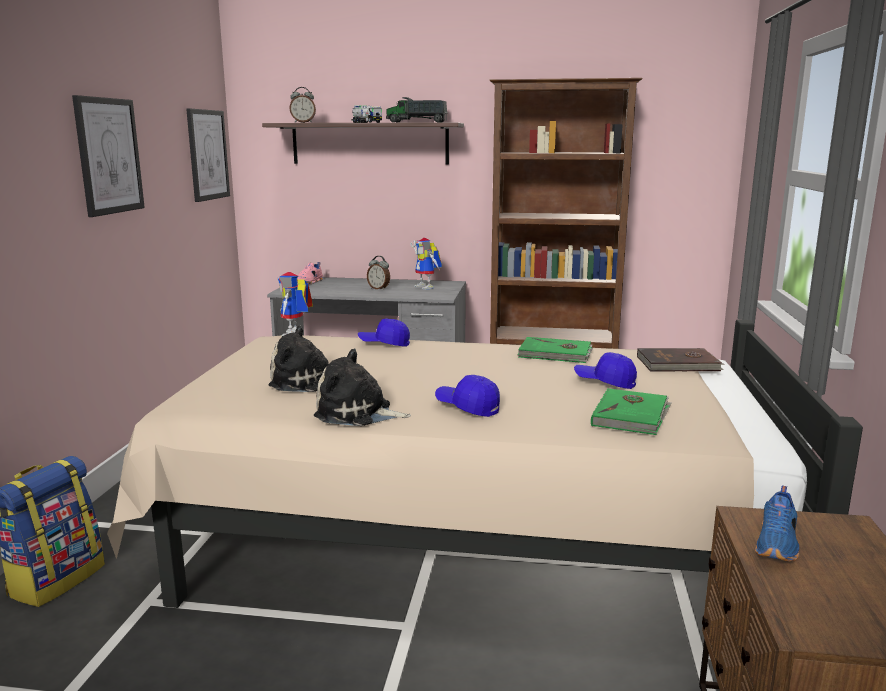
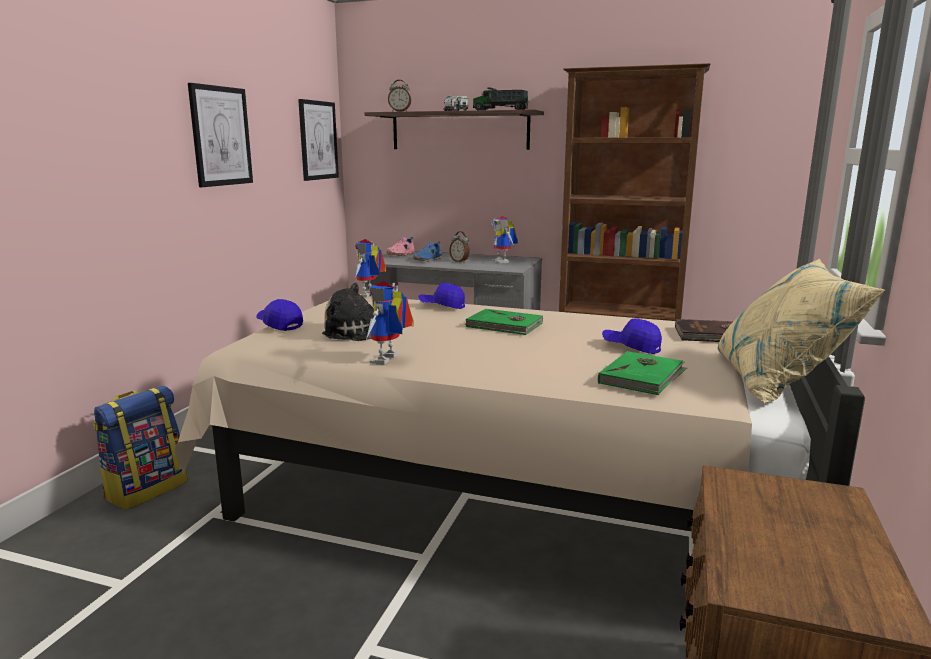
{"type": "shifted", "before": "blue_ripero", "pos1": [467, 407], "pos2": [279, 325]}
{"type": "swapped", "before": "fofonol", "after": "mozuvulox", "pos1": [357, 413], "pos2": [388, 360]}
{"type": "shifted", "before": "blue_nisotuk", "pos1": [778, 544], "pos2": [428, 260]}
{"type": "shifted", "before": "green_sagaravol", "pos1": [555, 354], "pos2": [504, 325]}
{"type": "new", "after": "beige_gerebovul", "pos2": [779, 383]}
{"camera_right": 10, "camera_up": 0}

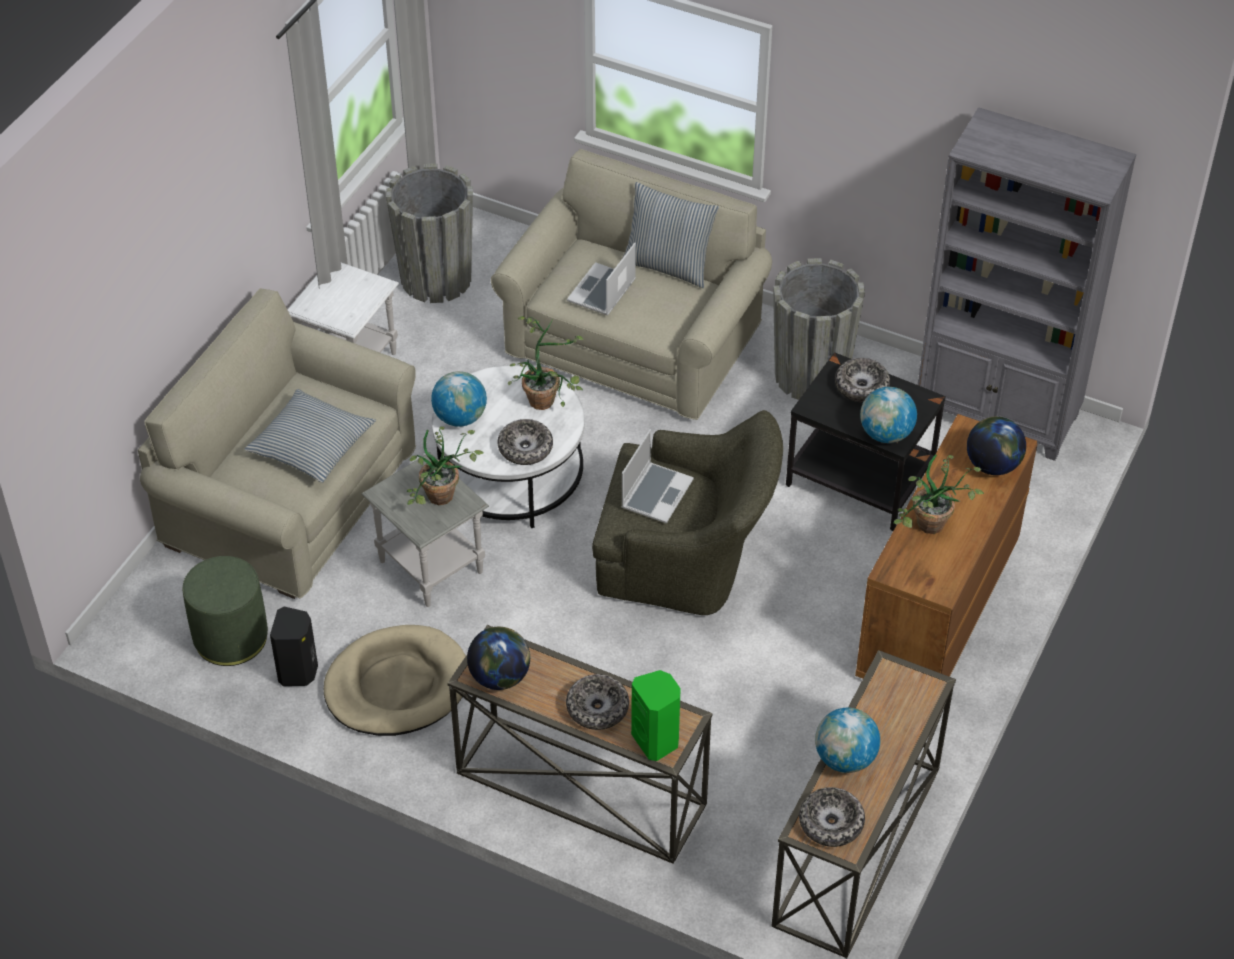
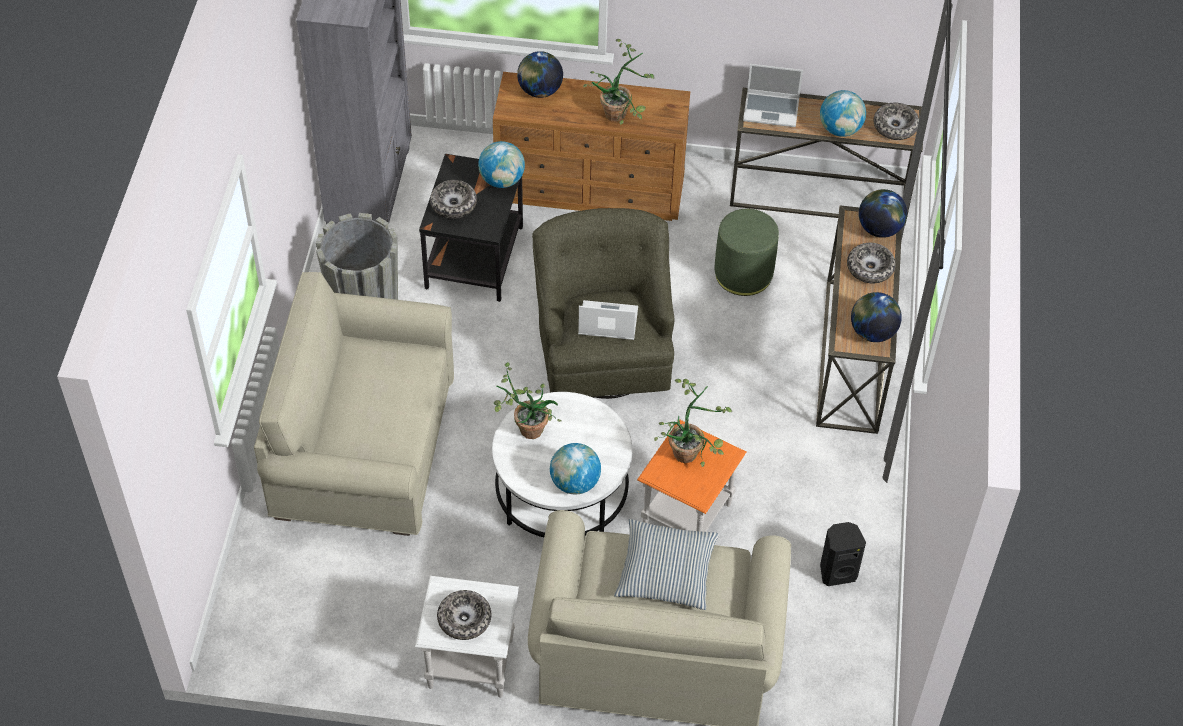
{"type": "shifted", "before": "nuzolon", "pos1": [525, 448], "pos2": [464, 619]}
{"type": "repainted", "before": "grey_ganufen", "after": "orange_ganufen", "pos1": [432, 567], "pos2": [687, 515]}
{"type": "shifted", "before": "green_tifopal", "pos1": [231, 637], "pos2": [743, 273]}
{"type": "shifted", "before": "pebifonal", "pos1": [602, 292], "pos2": [772, 110]}
{"type": "swapped", "before": "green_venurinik", "after": "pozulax", "pos1": [657, 740], "pos2": [879, 228]}
{"type": "gone", "before": "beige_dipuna", "pos1": [397, 685]}
{"type": "gone", "before": "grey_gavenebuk", "pos1": [436, 279]}
{"type": "gone", "before": "gerebovul", "pos1": [668, 266]}
{"camera_right": -110, "camera_up": 5}

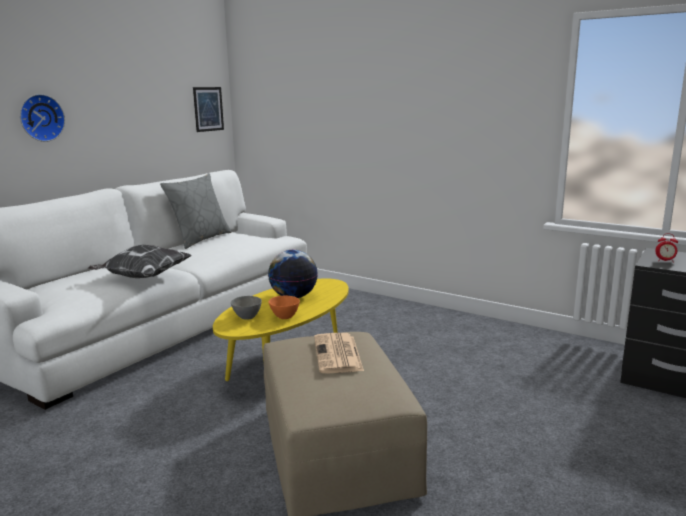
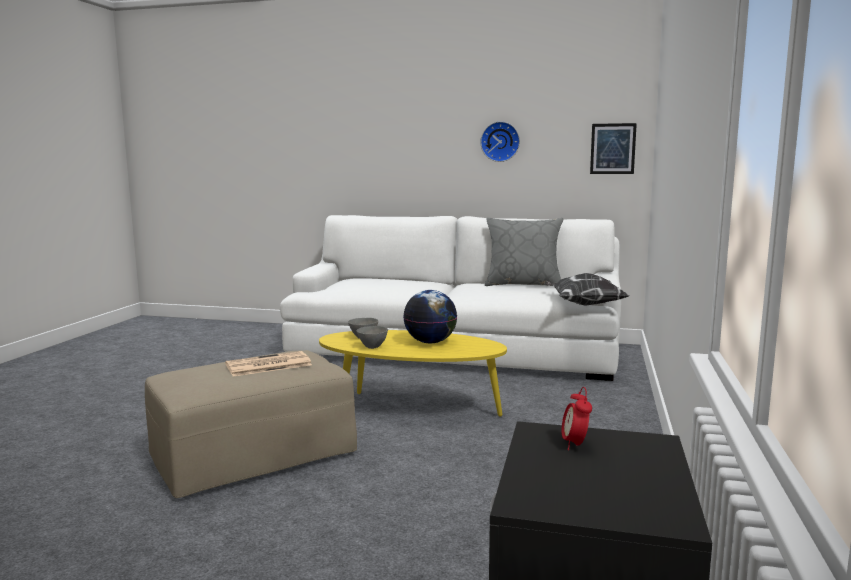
{"type": "repainted", "before": "orange_nuzolon", "after": "grey_nuzolon", "pos1": [284, 317], "pos2": [372, 347]}
{"type": "shifted", "before": "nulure", "pos1": [40, 118], "pos2": [500, 141]}
{"type": "shifted", "before": "gerebovul", "pos1": [142, 277], "pos2": [584, 305]}
{"camera_right": 70, "camera_up": -5}

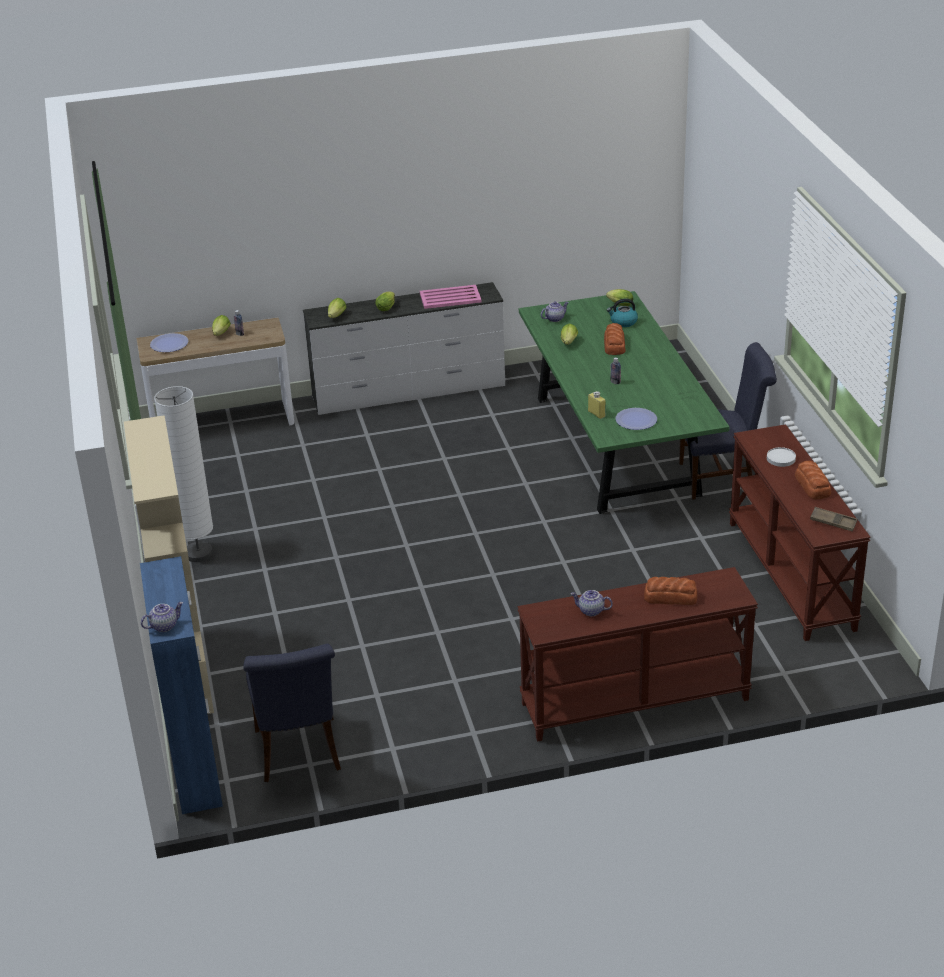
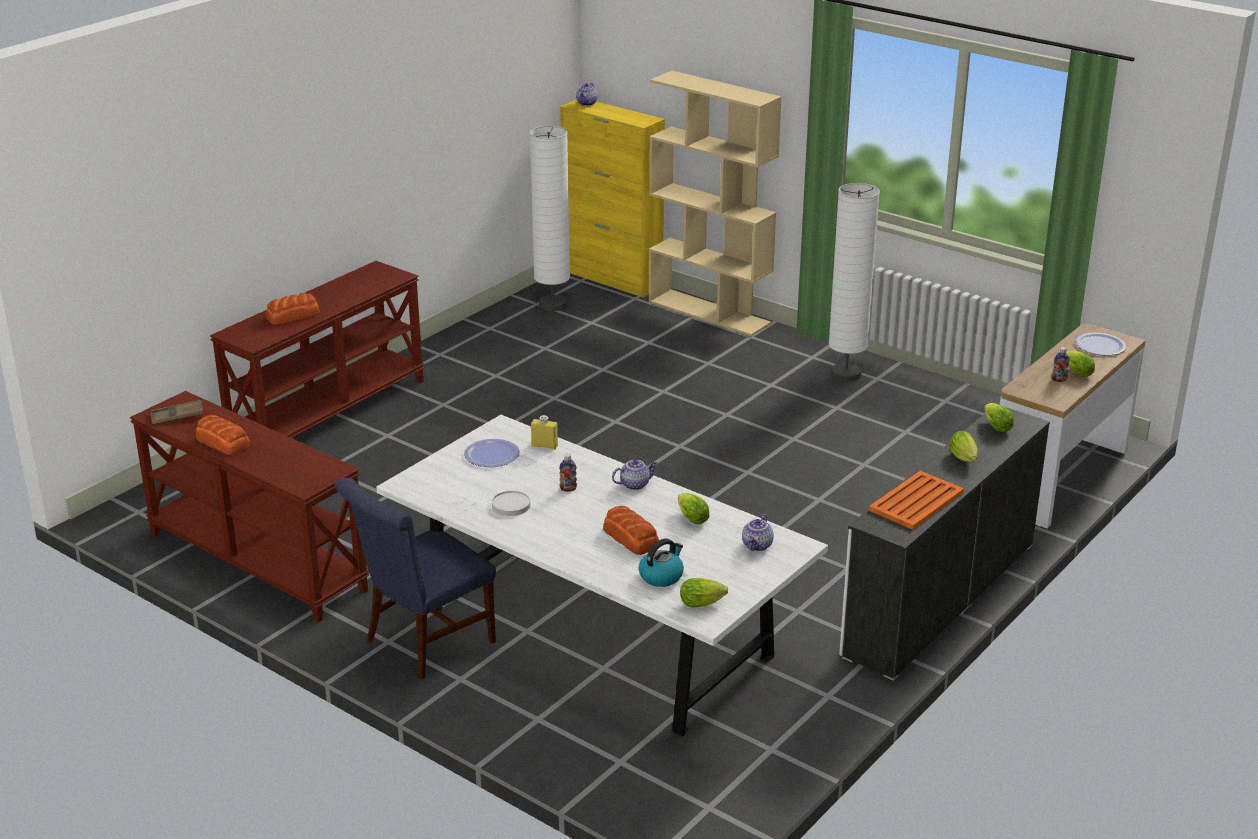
{"type": "repainted", "before": "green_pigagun", "after": "white_pigagun", "pos1": [616, 445], "pos2": [597, 632]}
{"type": "shifted", "before": "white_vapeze", "pos1": [780, 458], "pos2": [511, 505]}
{"type": "swapped", "before": "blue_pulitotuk", "after": "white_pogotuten", "pos1": [299, 754], "pos2": [552, 305]}
{"type": "repainted", "before": "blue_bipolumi", "after": "yellow_bipolumi", "pos1": [196, 766], "pos2": [613, 279]}
{"type": "shifted", "before": "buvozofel", "pos1": [591, 611], "pos2": [635, 484]}
{"type": "repainted", "before": "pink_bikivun", "after": "orange_bikivun", "pos1": [451, 298], "pos2": [915, 501]}
{"camera_right": 140, "camera_up": -5}

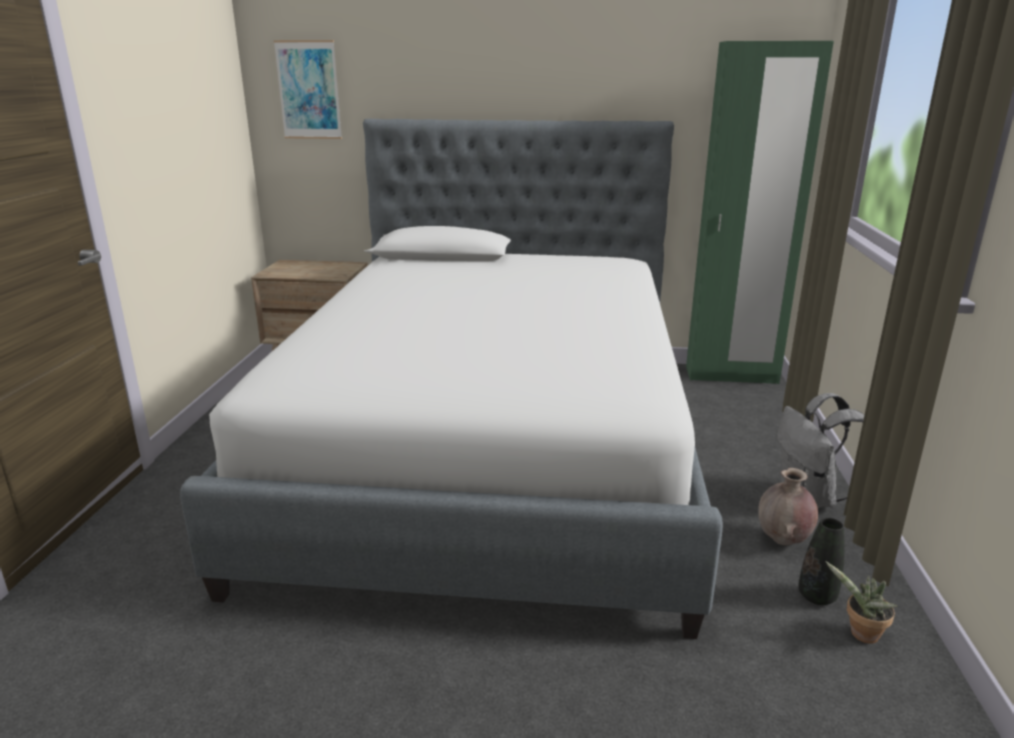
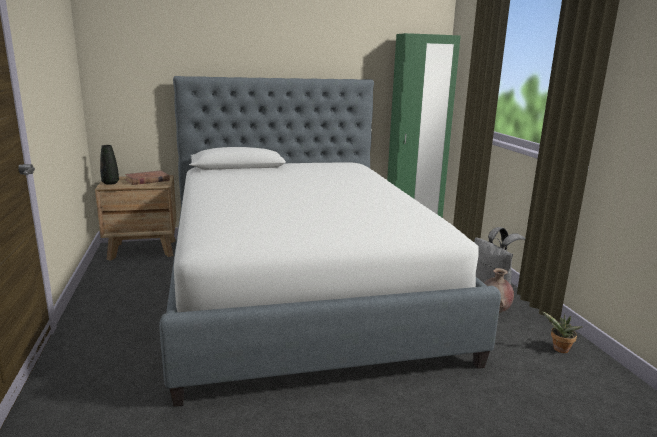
{"type": "shifted", "before": "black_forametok", "pos1": [816, 596], "pos2": [110, 183]}
{"type": "new", "after": "brown_sagaravol", "pos2": [147, 180]}
{"type": "gone", "before": "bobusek", "pos1": [309, 90]}
{"camera_right": -20, "camera_up": -5}

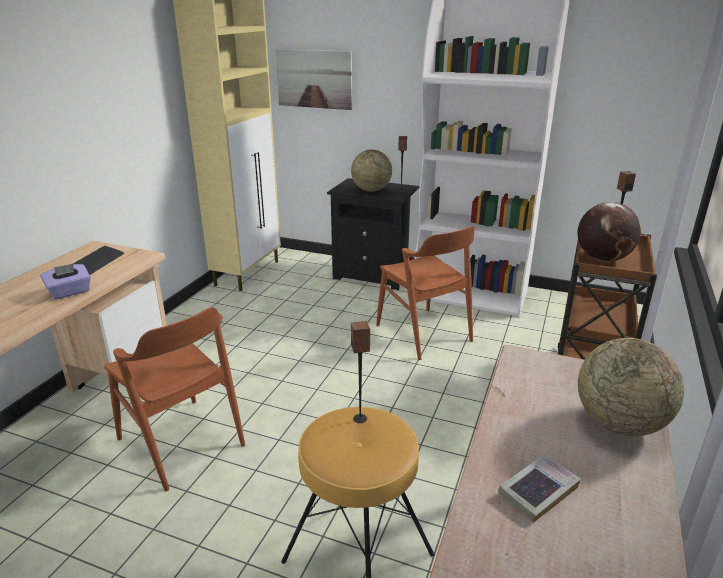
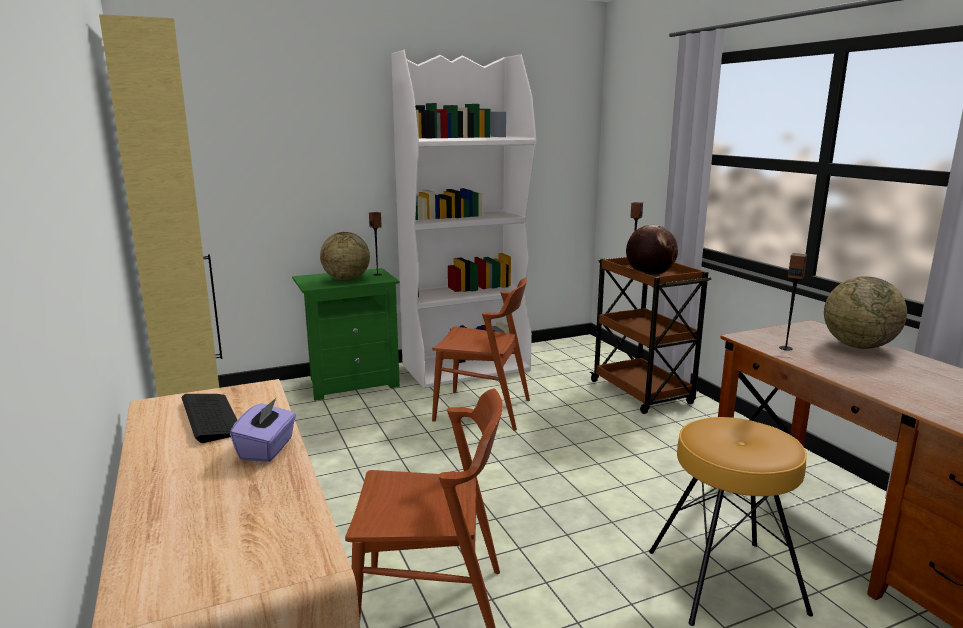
{"type": "repainted", "before": "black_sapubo", "after": "green_sapubo", "pos1": [373, 274], "pos2": [352, 383]}
{"type": "shifted", "before": "venurinik", "pos1": [360, 418], "pos2": [785, 348]}
{"type": "gone", "before": "bobusek", "pos1": [314, 79]}
{"type": "gone", "before": "sagaravol", "pos1": [538, 491]}
{"camera_right": -45, "camera_up": -10}

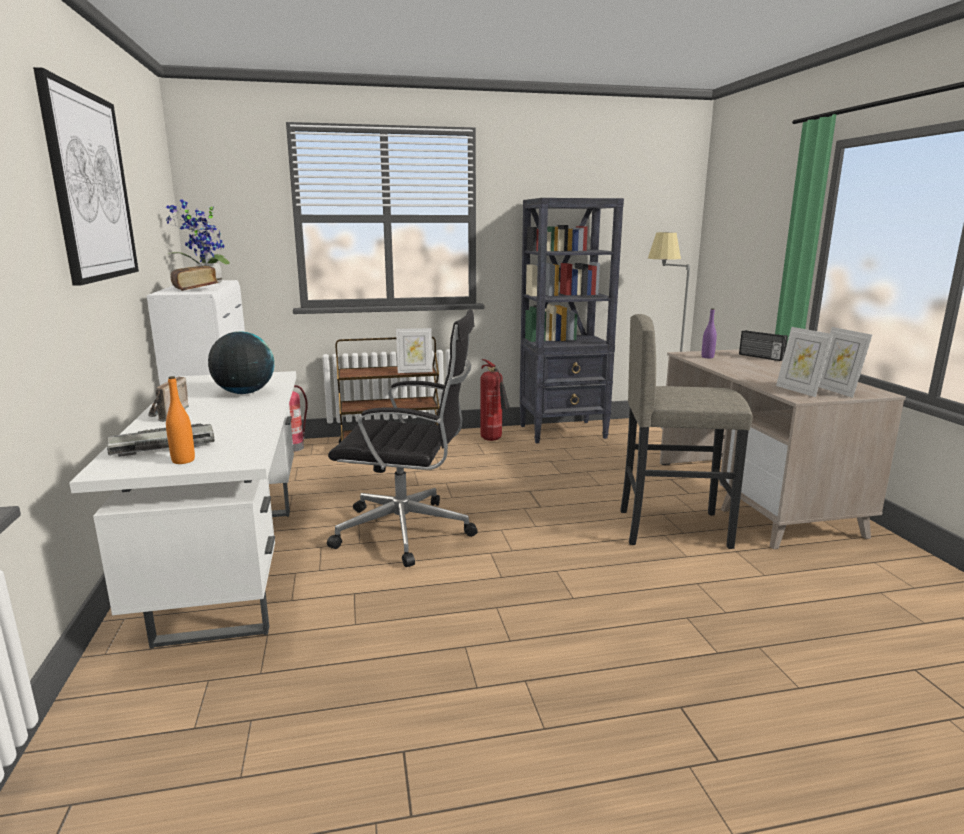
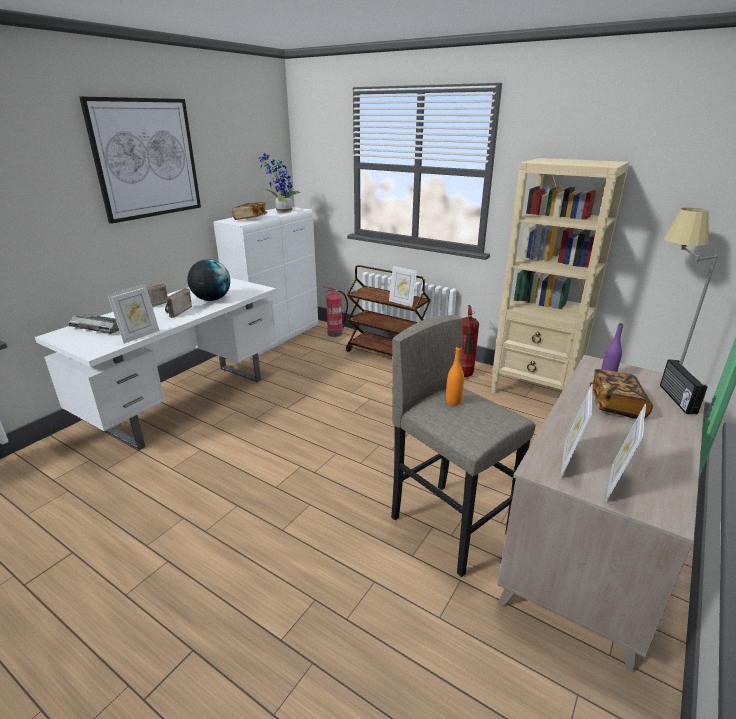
{"type": "new", "after": "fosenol", "pos2": [139, 336]}
{"type": "new", "after": "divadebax", "pos2": [176, 312]}
{"type": "shifted", "before": "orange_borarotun", "pos1": [183, 460], "pos2": [453, 401]}
{"type": "repainted", "before": "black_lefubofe", "after": "beige_lefubofe", "pos1": [563, 432], "pos2": [535, 391]}
{"type": "new", "after": "sagaravol", "pos2": [616, 405]}
{"type": "gone", "before": "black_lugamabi", "pos1": [408, 532]}
{"camera_right": 45, "camera_up": 10}

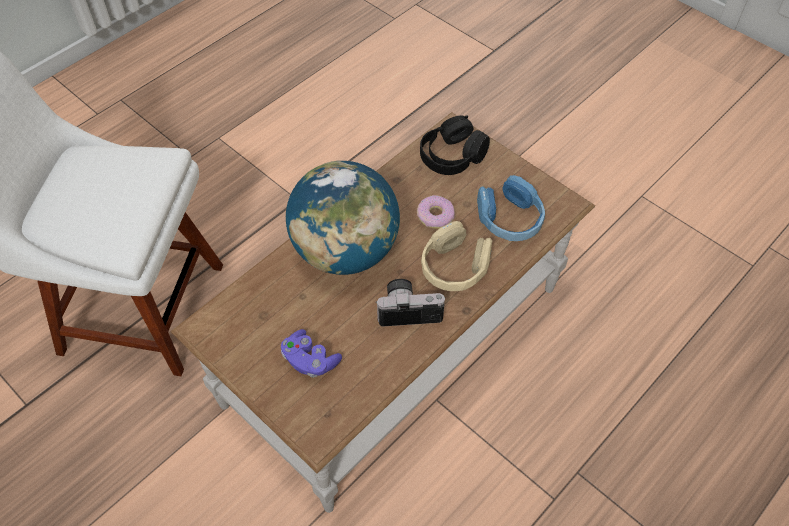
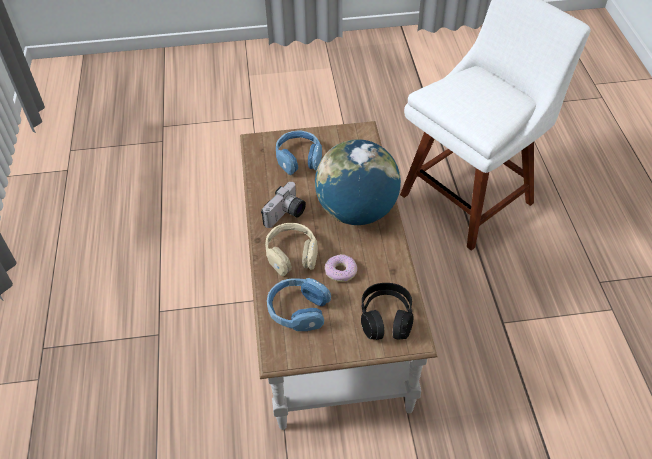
{"type": "swapped", "before": "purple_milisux", "after": "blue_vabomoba", "pos1": [310, 361], "pos2": [299, 158]}
{"camera_right": 130, "camera_up": -5}

